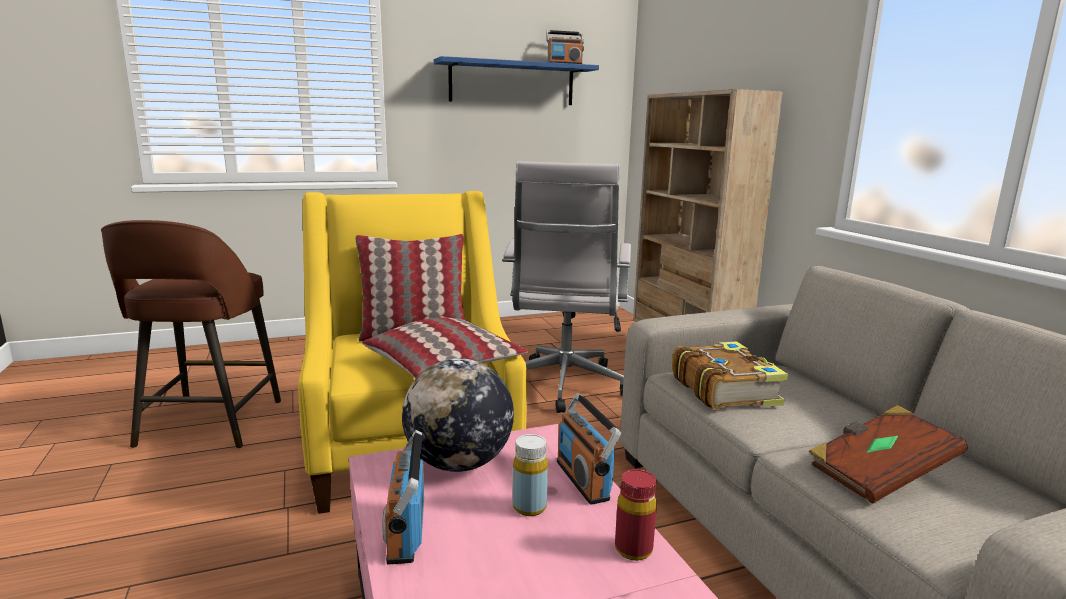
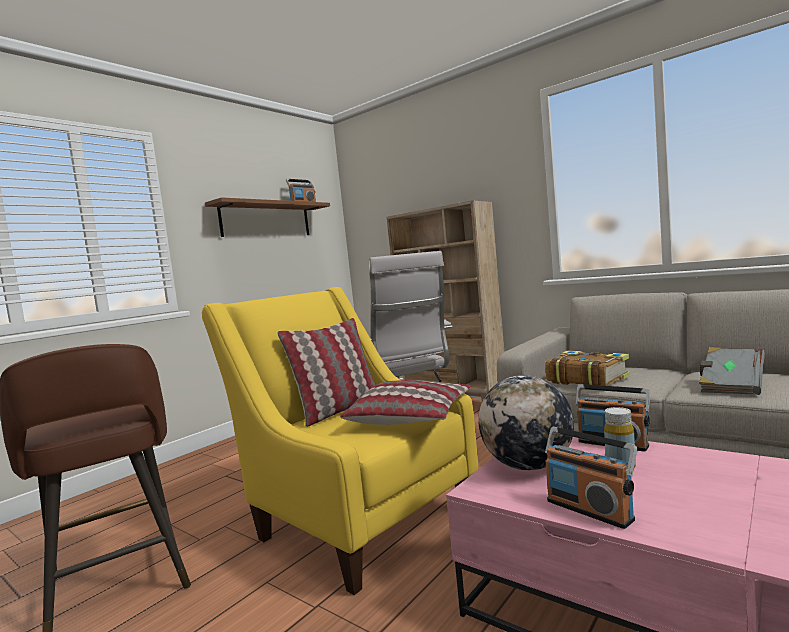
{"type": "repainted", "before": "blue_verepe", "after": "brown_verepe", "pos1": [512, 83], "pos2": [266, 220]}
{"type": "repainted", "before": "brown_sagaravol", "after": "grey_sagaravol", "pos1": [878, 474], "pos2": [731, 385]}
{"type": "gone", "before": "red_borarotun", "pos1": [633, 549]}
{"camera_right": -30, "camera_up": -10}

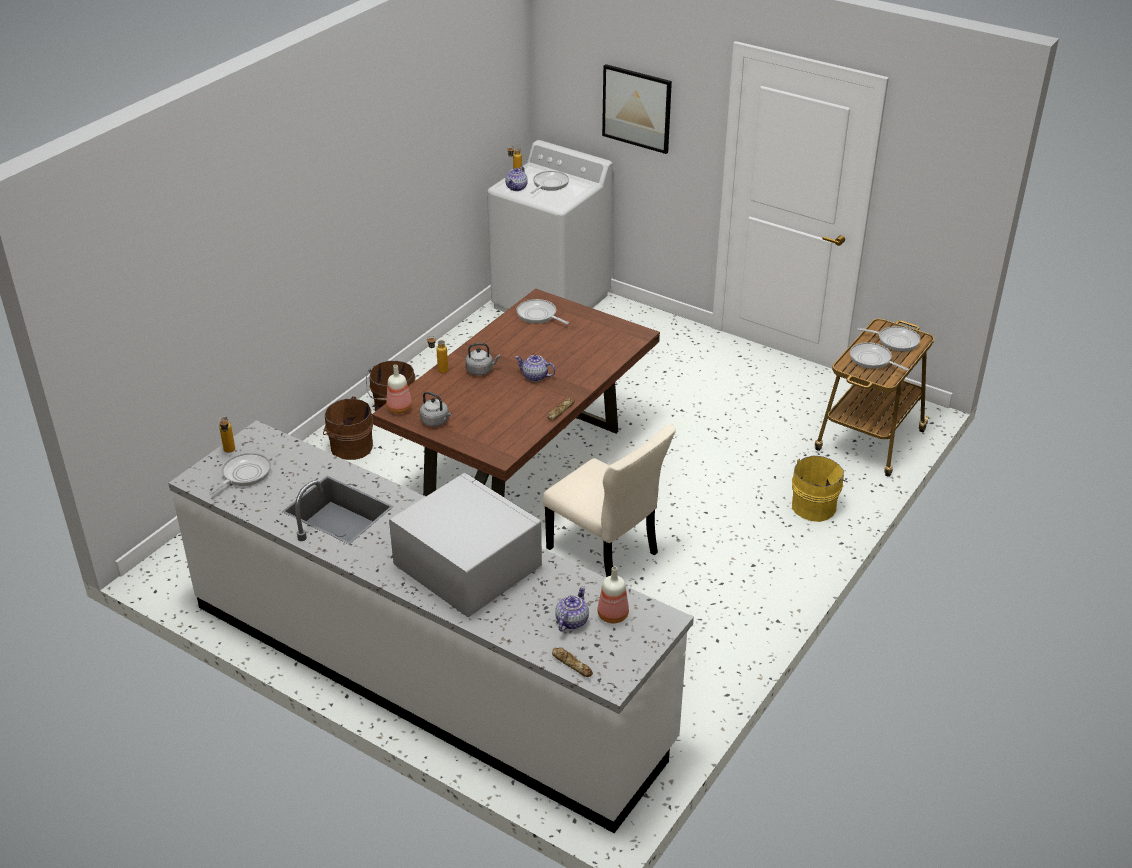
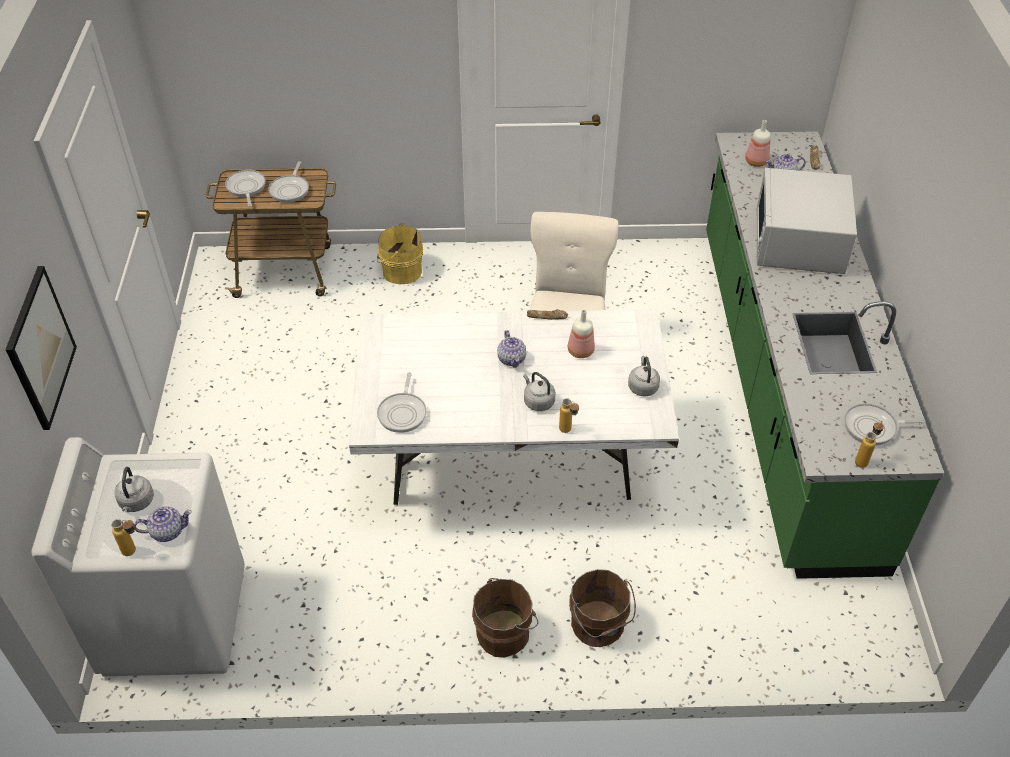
{"type": "swapped", "before": "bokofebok", "after": "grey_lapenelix", "pos1": [549, 184], "pos2": [136, 503]}
{"type": "repainted", "before": "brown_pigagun", "after": "white_pigagun", "pos1": [523, 472], "pos2": [512, 462]}
{"type": "shifted", "before": "borarotun", "pos1": [400, 408], "pos2": [579, 351]}
{"type": "repainted", "before": "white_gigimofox", "after": "green_gigimofox", "pos1": [427, 673], "pos2": [783, 387]}
{"camera_right": -125, "camera_up": 10}

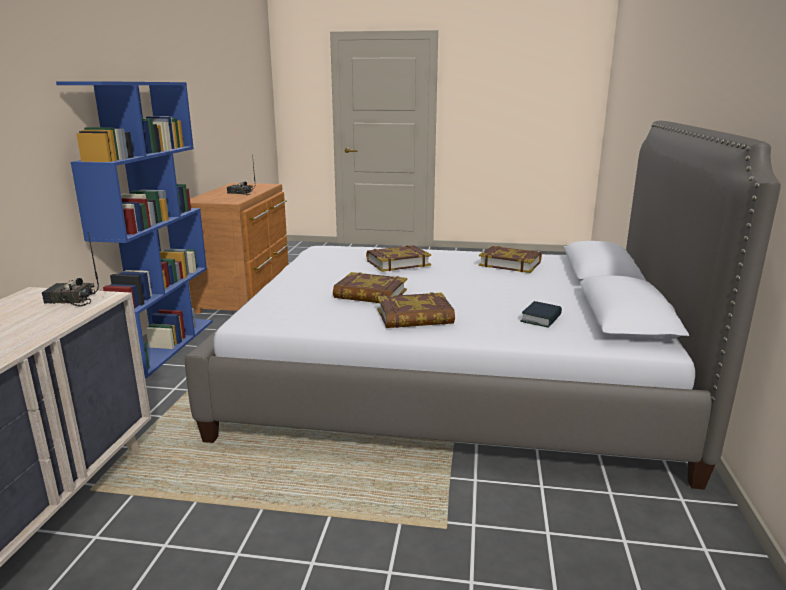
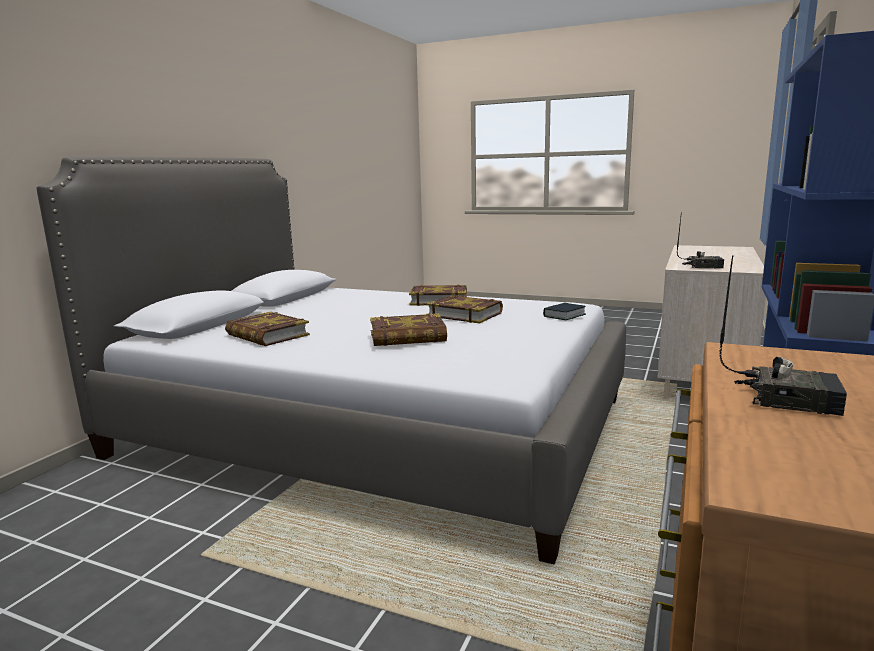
{"type": "shifted", "before": "sagaravol", "pos1": [541, 319], "pos2": [564, 316]}
{"camera_right": -165, "camera_up": -5}

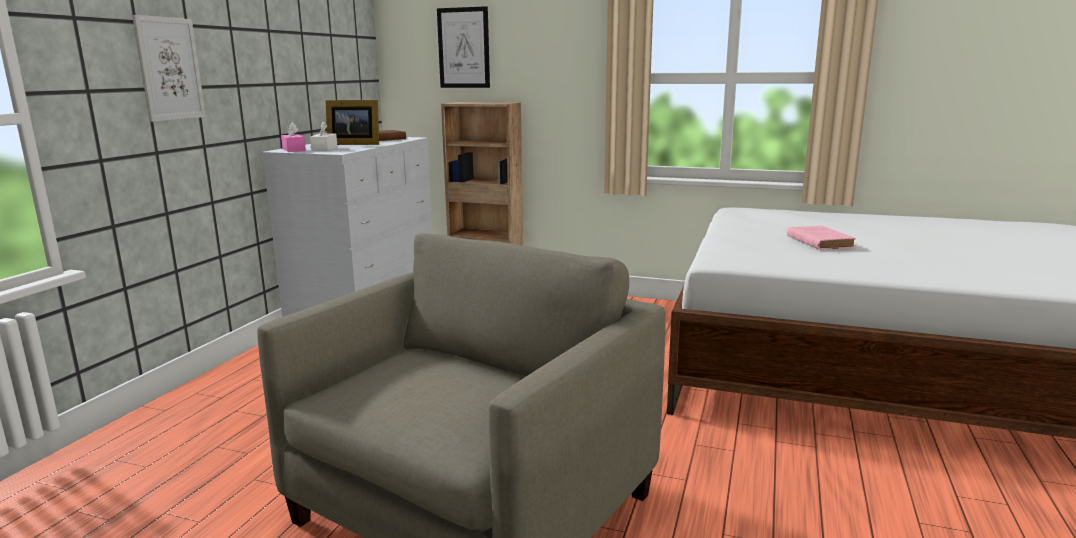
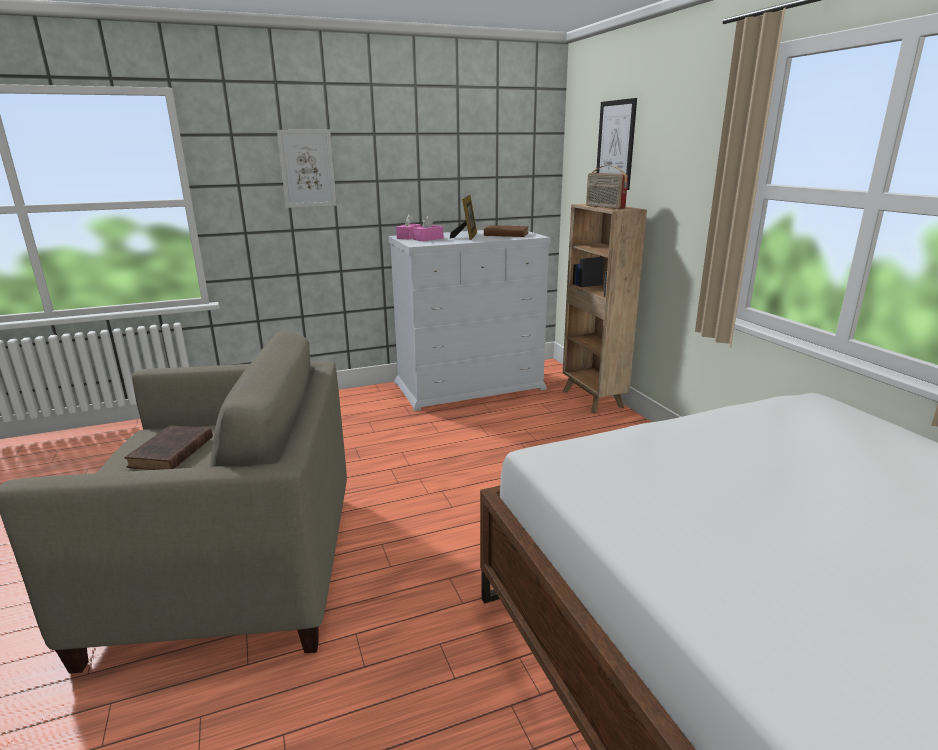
{"type": "new", "after": "brown_sagaravol", "pos2": [170, 453]}
{"type": "repainted", "before": "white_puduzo", "after": "pink_puduzo", "pos1": [324, 148], "pos2": [428, 239]}
{"type": "rotated", "before": "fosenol", "pos1": [353, 144], "pos2": [467, 236], "turn": -135}
{"type": "new", "after": "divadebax", "pos2": [604, 207]}
{"type": "gone", "before": "pink_sagaravol", "pos1": [818, 241]}
{"camera_right": 50, "camera_up": 5}

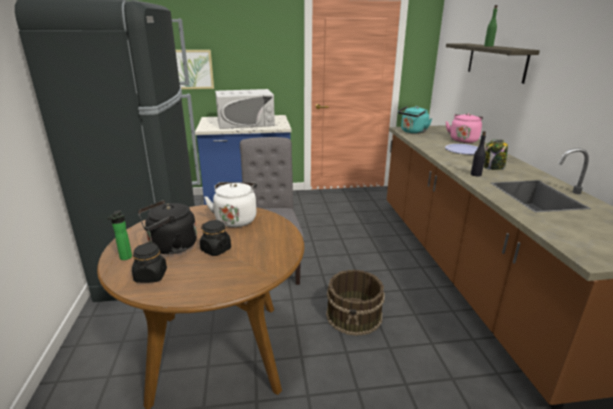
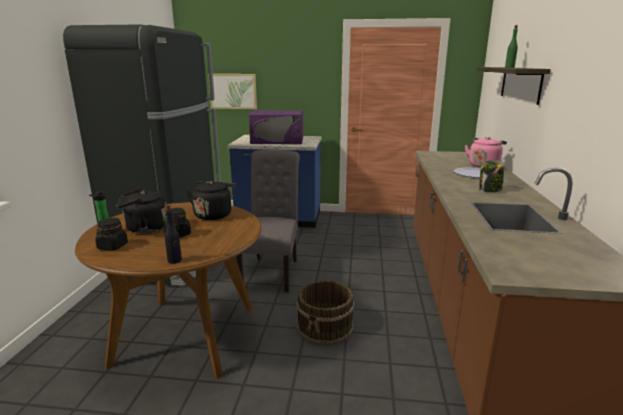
{"type": "shifted", "before": "black_borarotun", "pos1": [476, 174], "pos2": [175, 260]}
{"type": "repainted", "before": "white_lapenelix", "after": "black_lapenelix", "pos1": [236, 219], "pos2": [213, 214]}
{"type": "repainted", "before": "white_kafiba", "after": "purple_kafiba", "pos1": [245, 123], "pos2": [277, 140]}
{"type": "gone", "before": "turquoise_lapenelix", "pos1": [412, 132]}
{"camera_right": 15, "camera_up": -5}

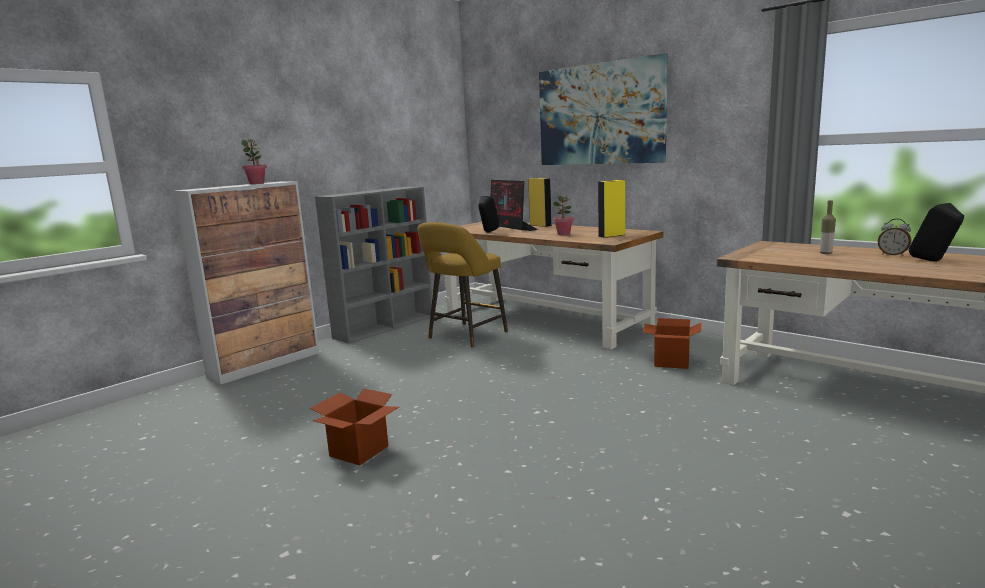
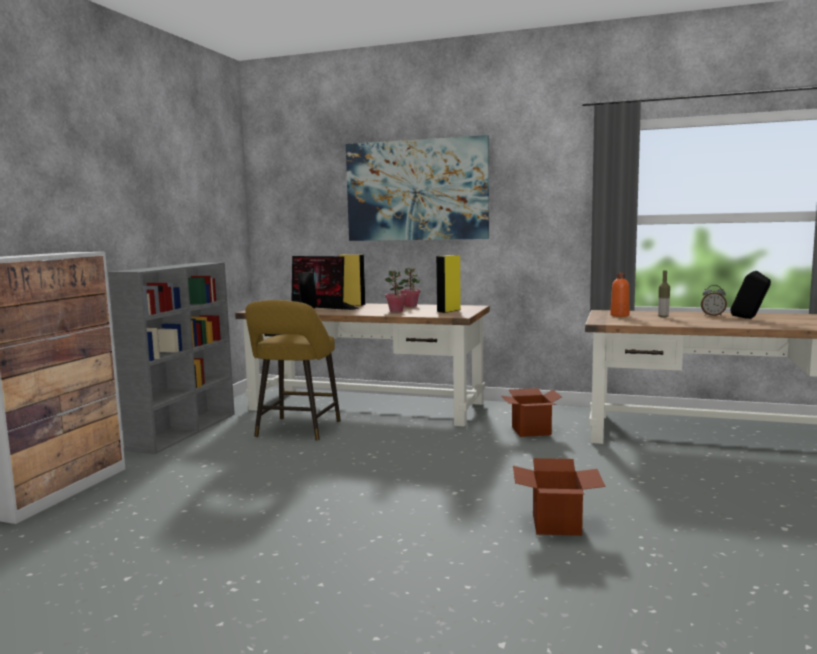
{"type": "shifted", "before": "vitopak", "pos1": [257, 183], "pos2": [410, 306]}
{"type": "shifted", "before": "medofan", "pos1": [359, 451], "pos2": [556, 524]}
{"type": "new", "after": "orange_borarotun", "pos2": [619, 315]}
{"camera_right": -25, "camera_up": -5}

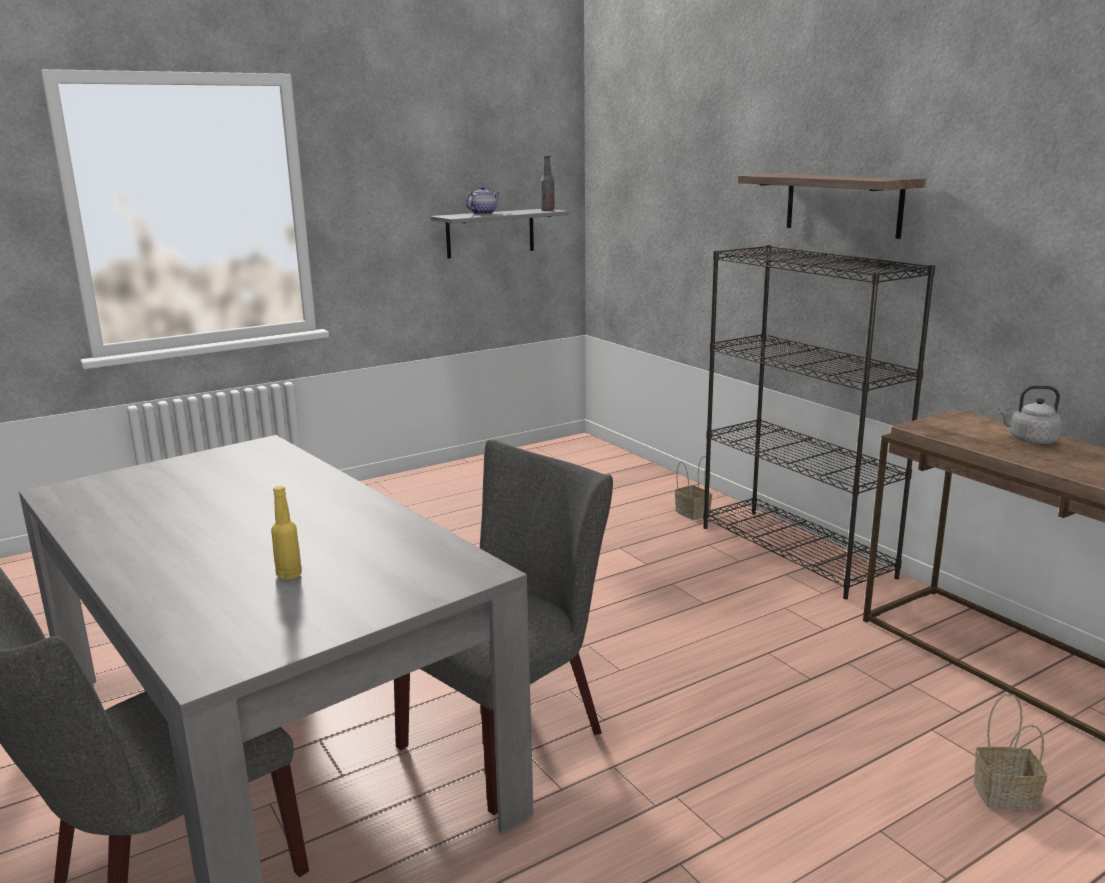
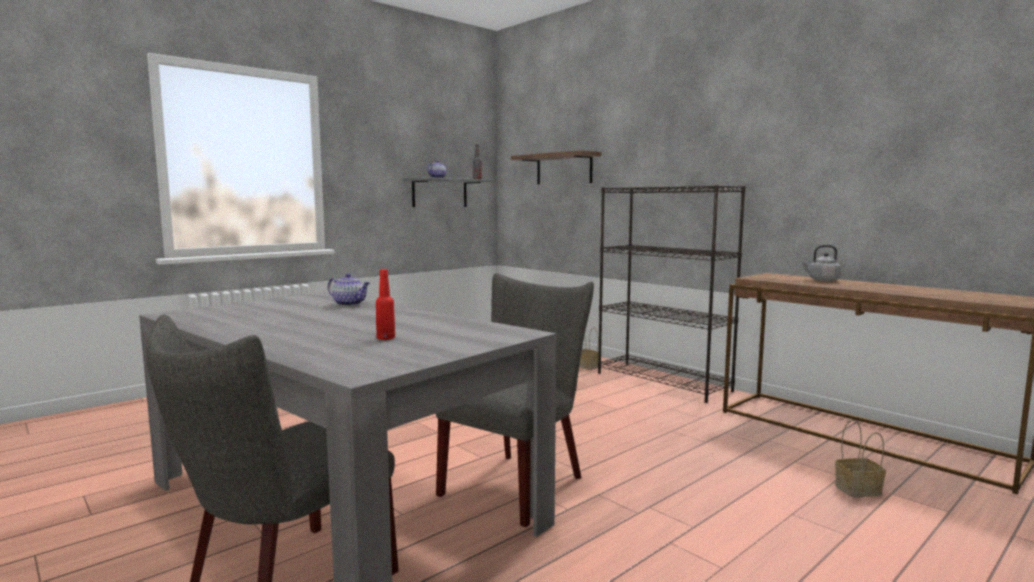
{"type": "new", "after": "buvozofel", "pos2": [350, 304]}
{"type": "repainted", "before": "yellow_borarotun", "after": "red_borarotun", "pos1": [289, 575], "pos2": [385, 338]}
{"type": "shifted", "before": "verepe", "pos1": [843, 204], "pos2": [564, 169]}
{"camera_right": -10, "camera_up": -10}

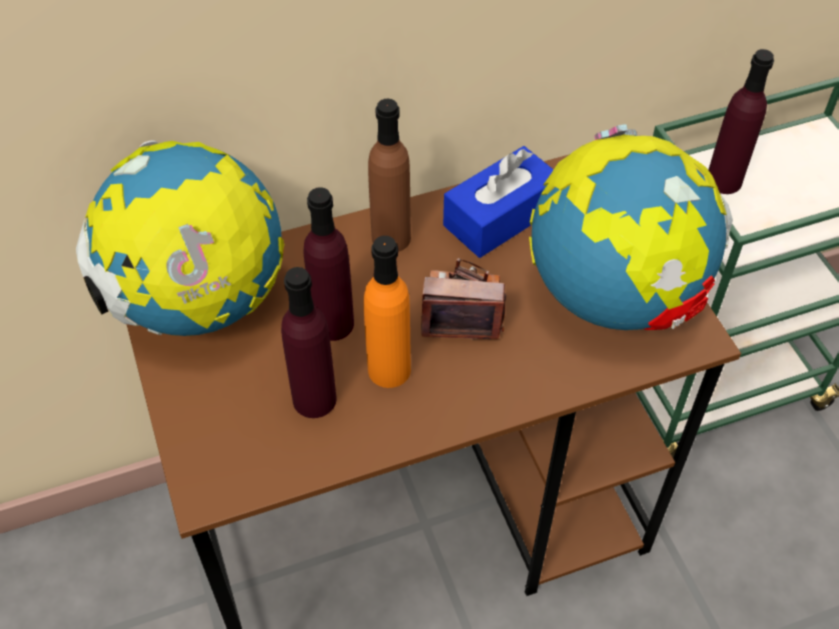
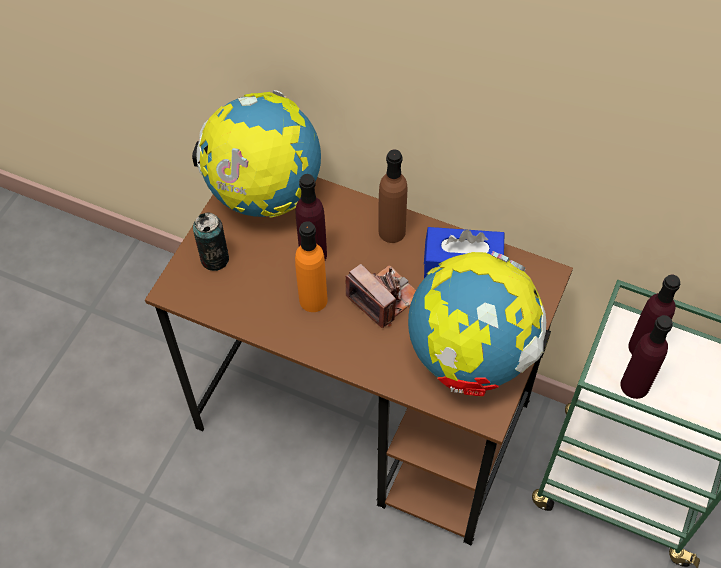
{"type": "new", "after": "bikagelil", "pos2": [214, 259]}
{"type": "shifted", "before": "purple_borarotun", "pos1": [314, 399], "pos2": [634, 385]}
{"camera_right": 45, "camera_up": 5}

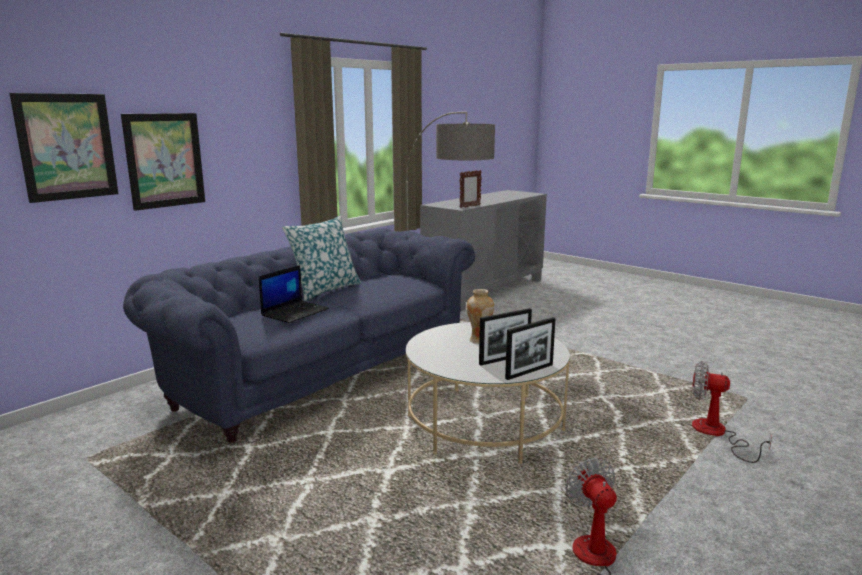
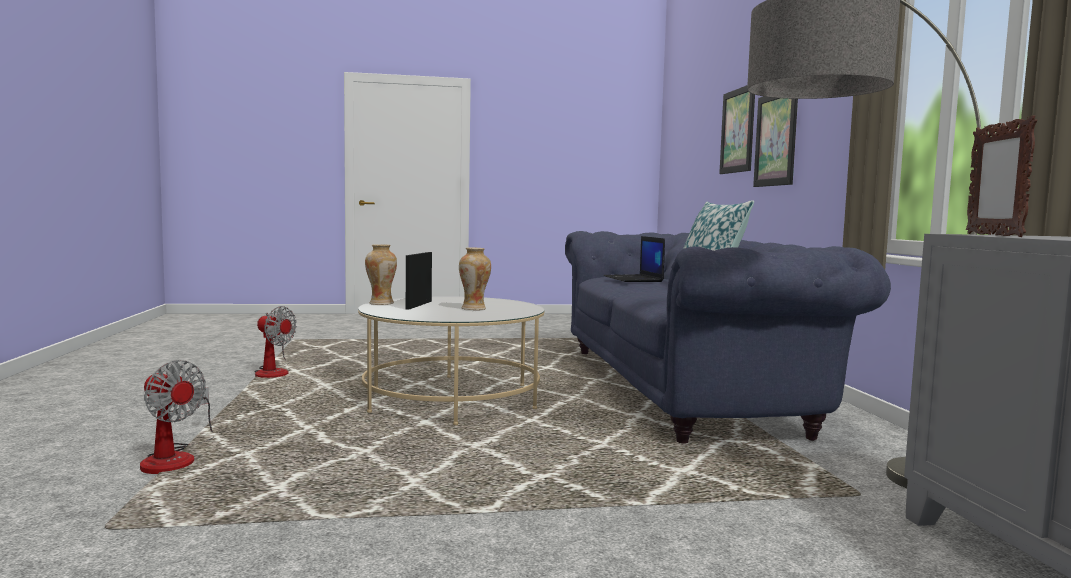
{"type": "rotated", "before": "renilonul", "pos1": [716, 434], "pos2": [175, 458], "turn": 60}
{"type": "swapped", "before": "fosenol", "after": "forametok", "pos1": [529, 371], "pos2": [381, 303]}
{"camera_right": 130, "camera_up": -10}

